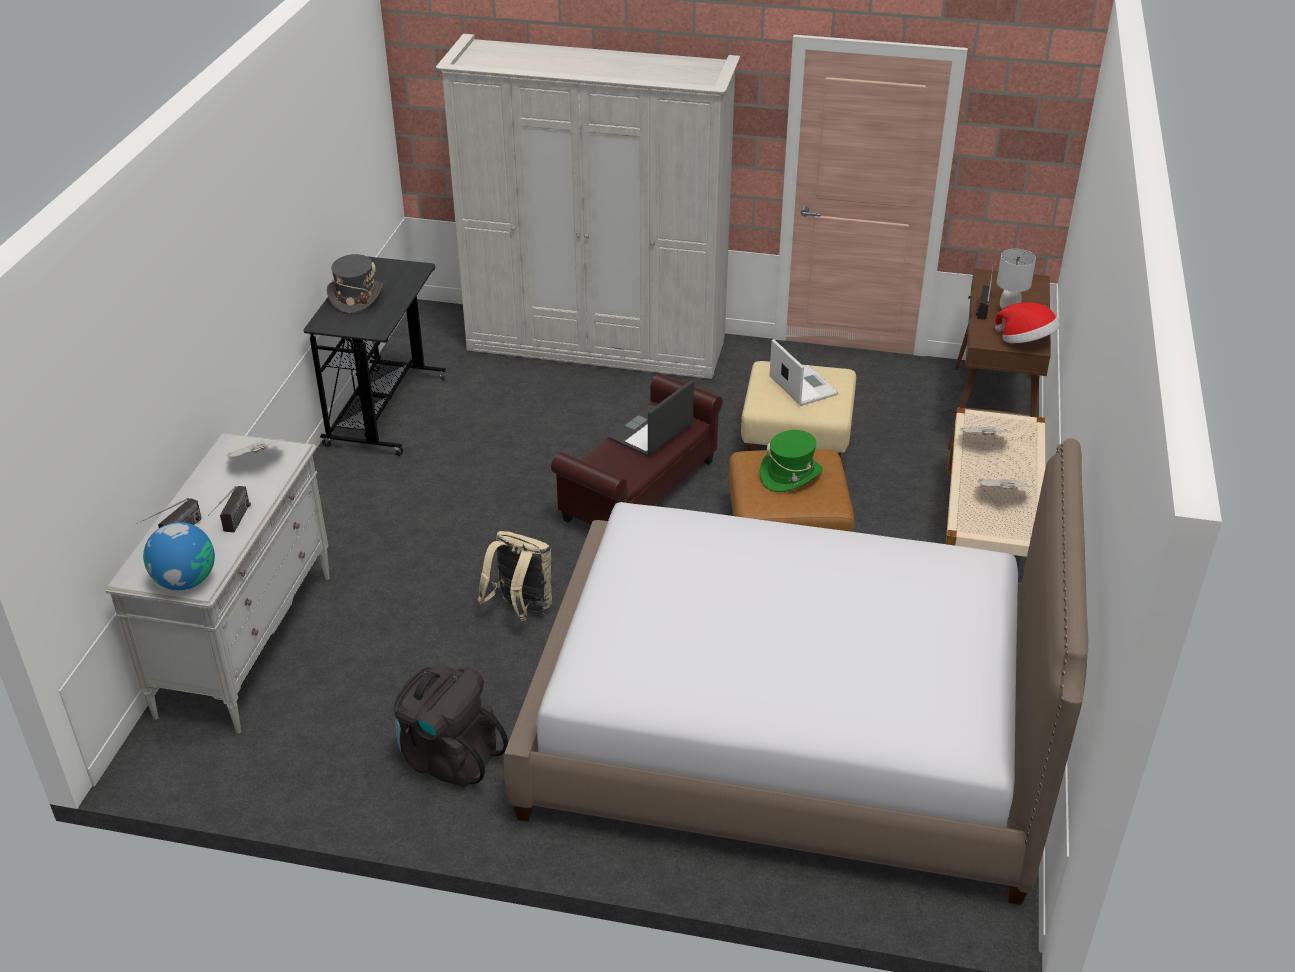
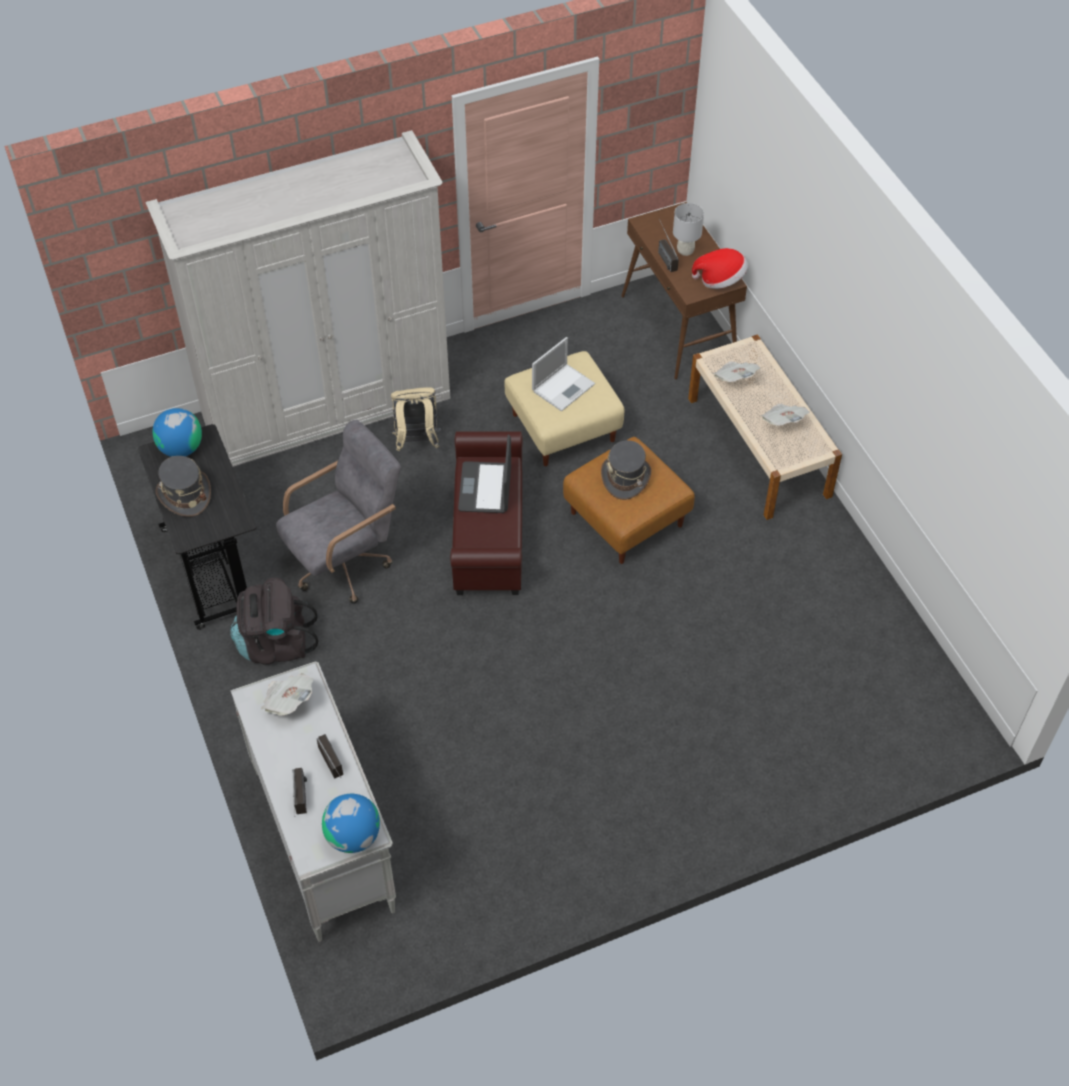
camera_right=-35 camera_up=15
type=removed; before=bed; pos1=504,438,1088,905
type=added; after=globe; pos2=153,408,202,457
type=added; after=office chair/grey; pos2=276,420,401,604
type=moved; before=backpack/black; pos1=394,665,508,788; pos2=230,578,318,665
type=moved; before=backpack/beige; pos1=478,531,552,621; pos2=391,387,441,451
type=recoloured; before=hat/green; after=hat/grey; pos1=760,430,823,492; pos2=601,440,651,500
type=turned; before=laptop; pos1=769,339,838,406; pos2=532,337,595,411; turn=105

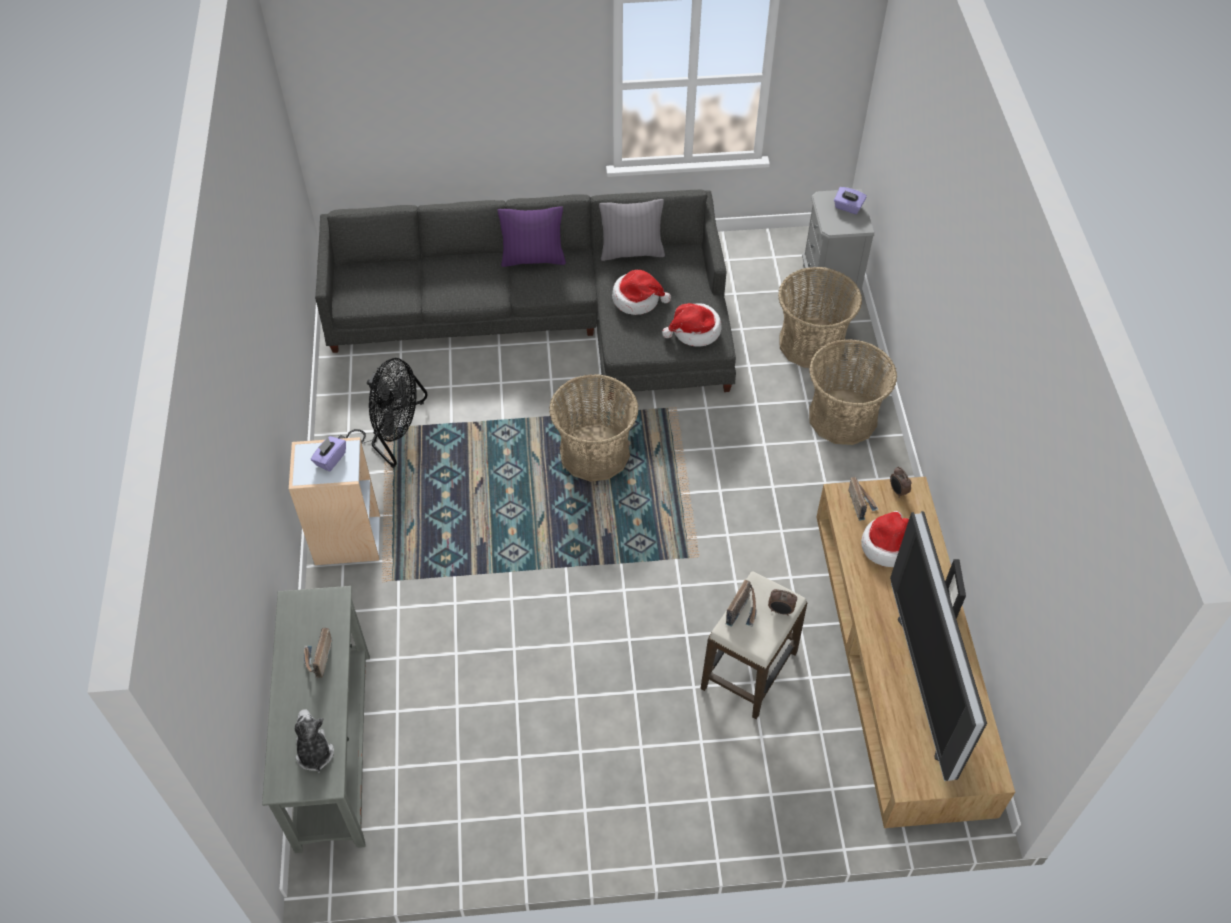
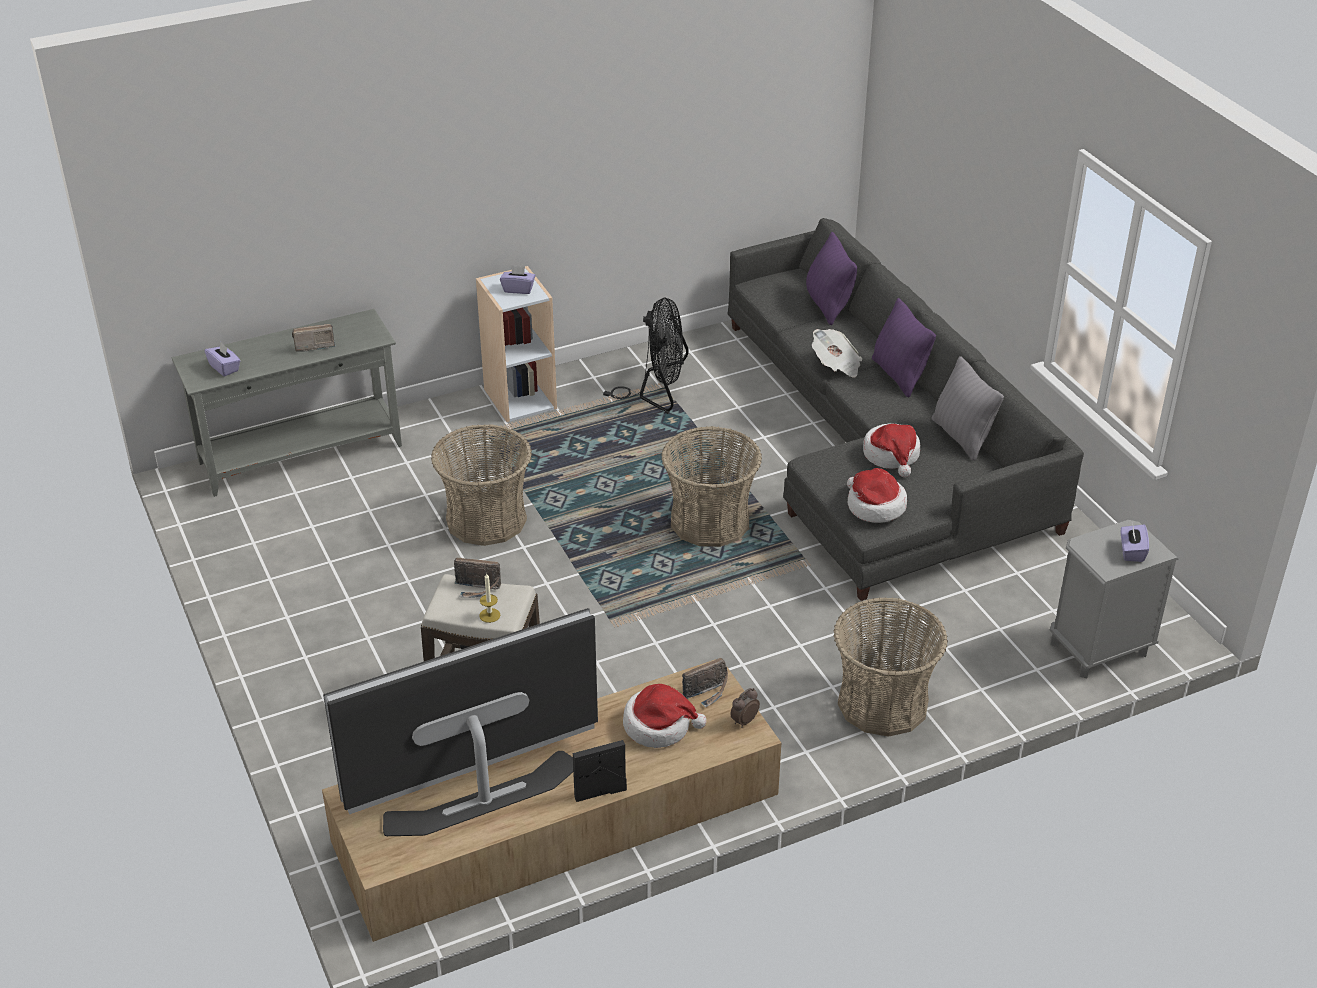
camera_right=70 camera_up=-15
type=added; after=pillow/purple; pos2=806,232,857,325
type=added; after=newspaper; pos2=812,329,862,378
type=moved; before=basket; pos1=778,267,862,368; pos2=431,424,532,546
type=replaced; before=plush toy; after=tissue box/purple; pos1=295,709,334,773; pos2=205,342,241,377
type=replaced; before=alarm clock; after=candle; pos1=768,589,797,616; pos2=479,573,500,623
type=turned; before=fan/black; pos1=338,358,427,468; pos2=603,297,689,414; turn=-75

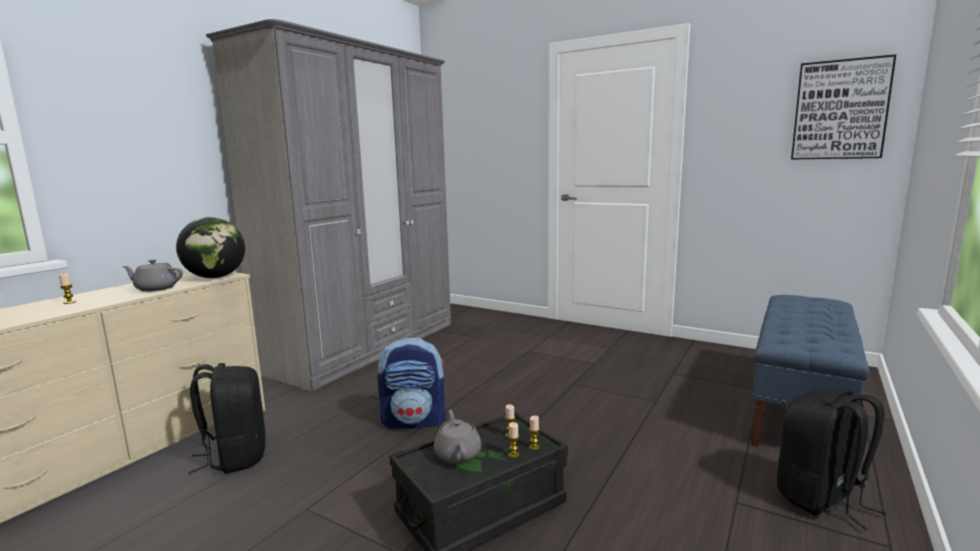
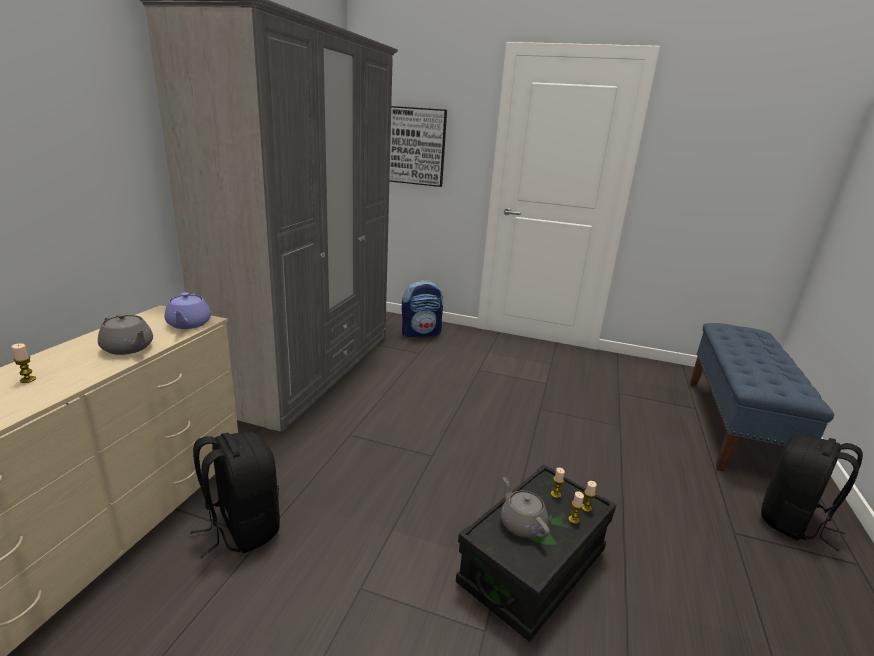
camera_right=-15 camera_up=10
type=moved; before=backpack; pos1=377,338,446,429; pos2=402,280,443,337
type=moved; before=picture; pos1=791,54,896,159; pos2=389,106,447,187
type=replaced; before=globe; after=teapot/purple; pos1=176,217,245,278; pos2=164,292,211,329
type=turned; before=teapot/grey; pos1=122,259,183,292; pos2=98,313,153,355; turn=-135

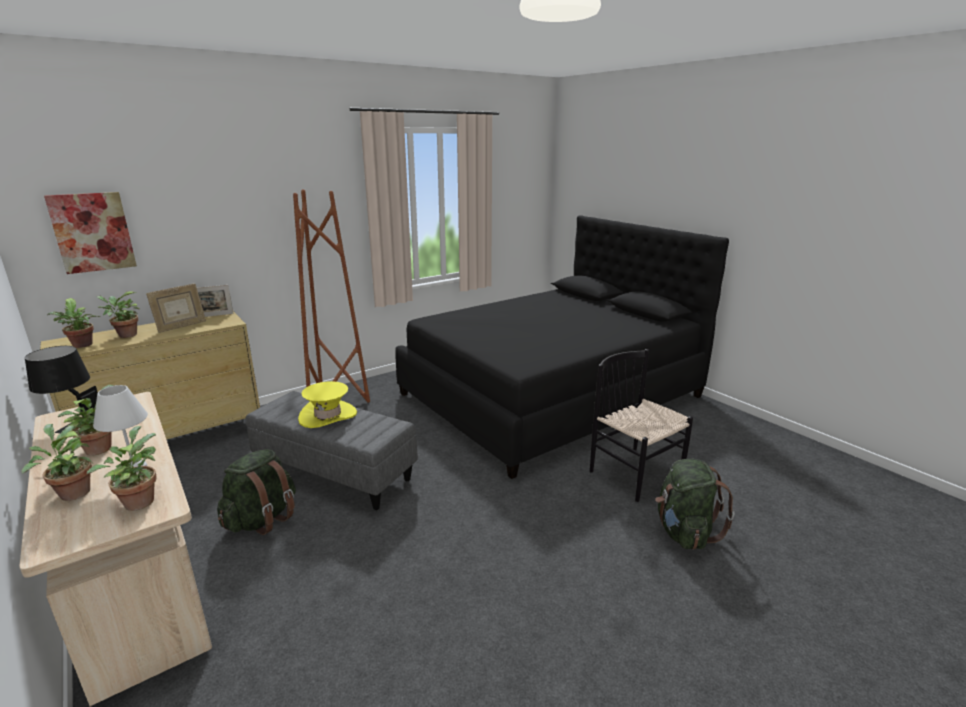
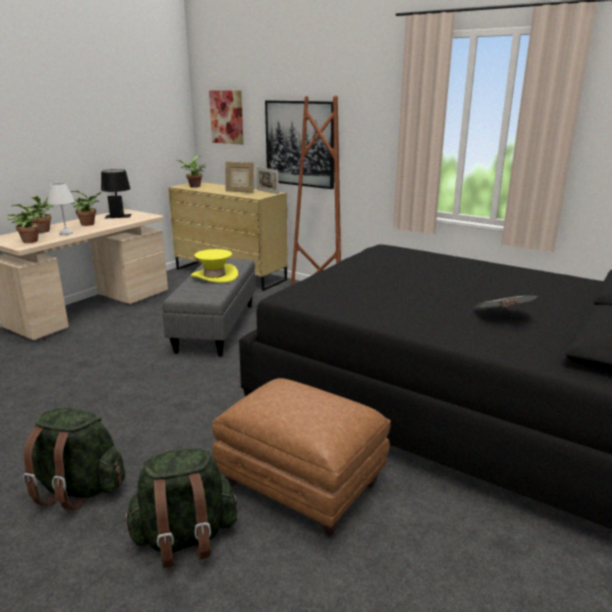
camera_right=70 camera_up=0
type=removed; before=potted plant; pos1=97,292,140,338
type=added; after=picture; pos2=265,100,334,189
type=added; after=newspaper; pos2=474,295,538,308
type=moved; before=backpack/green; pos1=217,449,296,535; pos2=23,408,125,510
type=replaced; before=chair/black; after=ottoman/brown; pos1=590,349,693,502; pos2=212,378,391,536

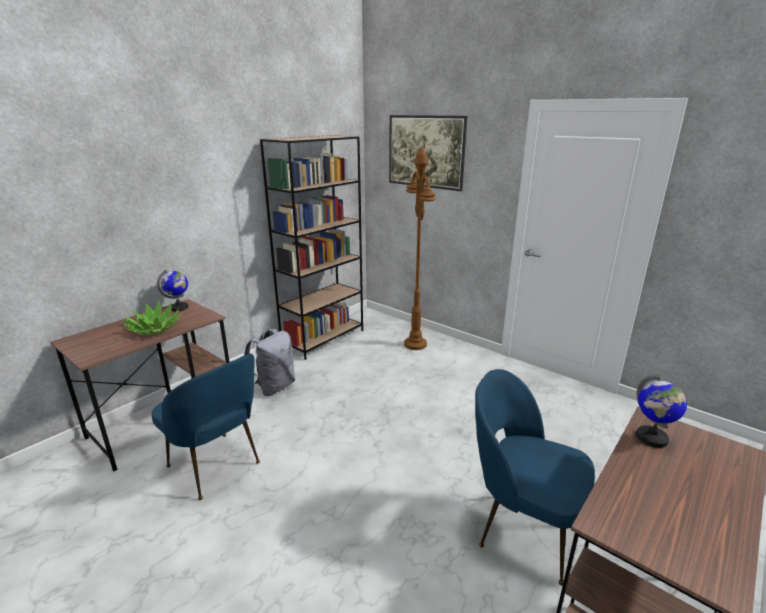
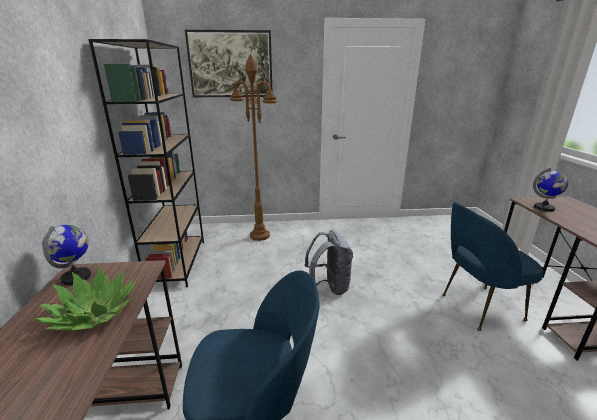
camera_right=-45 camera_up=0
type=moved; before=backpack/grey; pos1=244,329,295,396; pos2=305,230,353,295

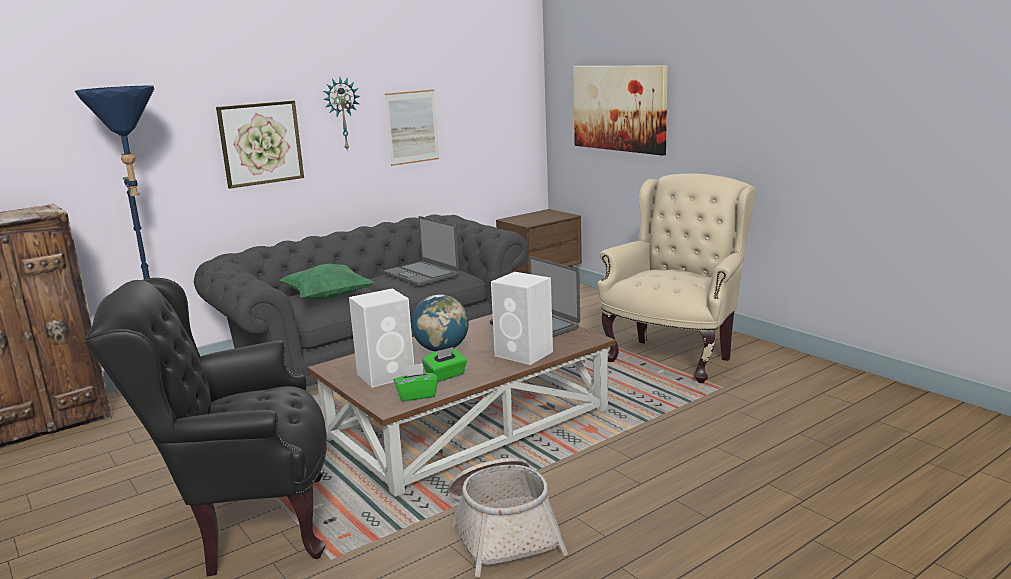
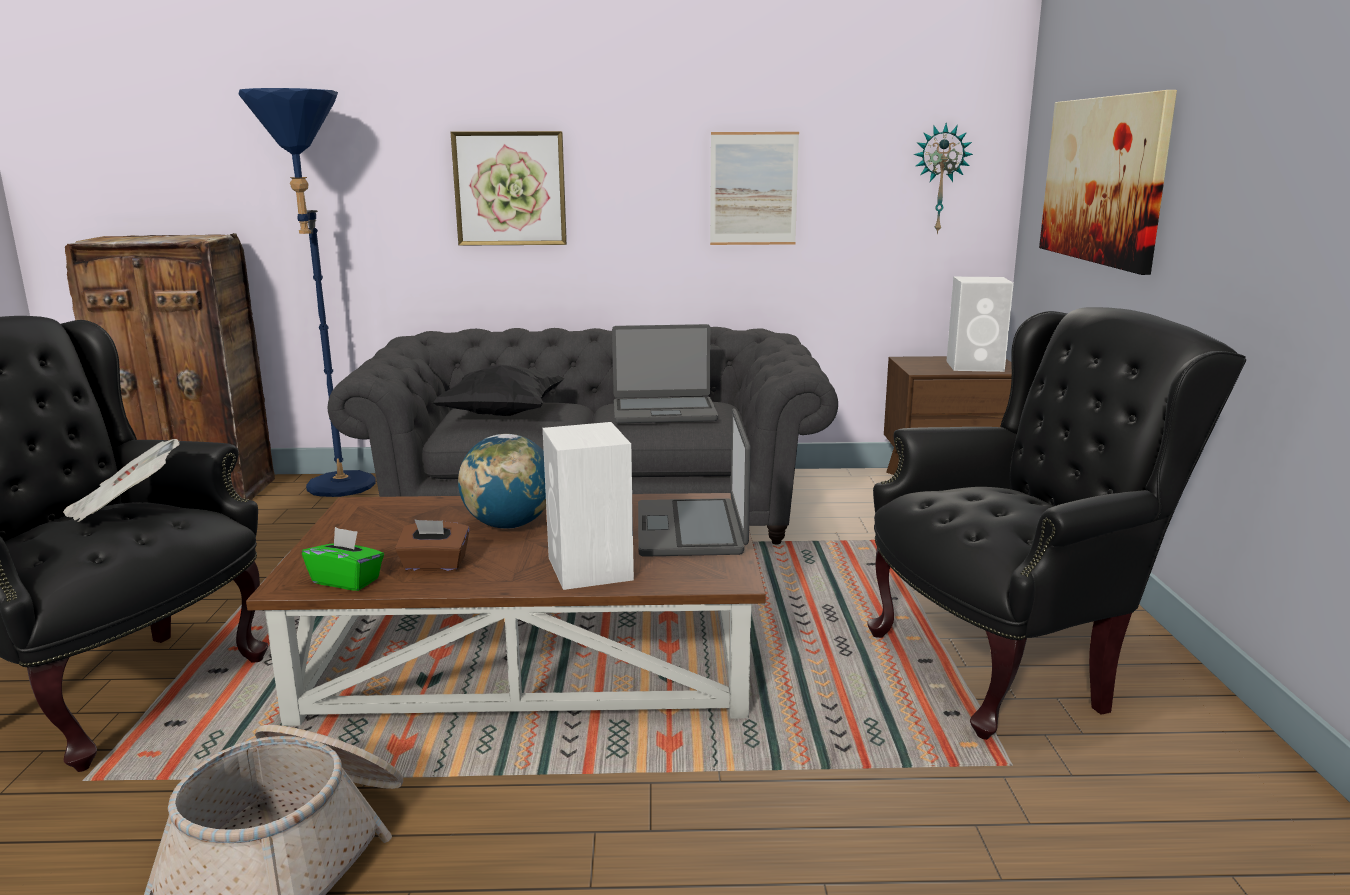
camera_right=35 camera_up=0
type=added; after=newspaper; pos2=63,439,179,522
type=moved; before=wall clock; pos1=323,78,360,151; pos2=914,123,973,234
type=moved; before=speaker/white; pos1=349,288,414,388; pos2=946,277,1014,372
type=recoloured; before=pillow/green; after=pillow/black; pos1=280,264,374,300; pos2=432,365,564,416
type=recoloured; before=tissue box/green; after=tissue box/brown; pos1=422,347,467,382; pos2=395,519,470,571
type=recoloured; before=armchair/beige; after=armchair/black; pos1=597,174,757,383; pos2=867,307,1246,740
type=turned; before=laptop; pos1=384,216,459,286; pos2=612,324,718,423; turn=-90

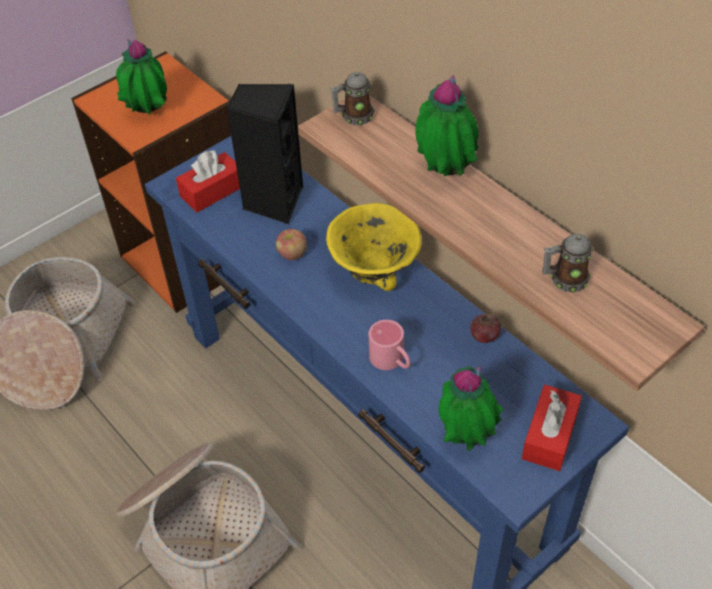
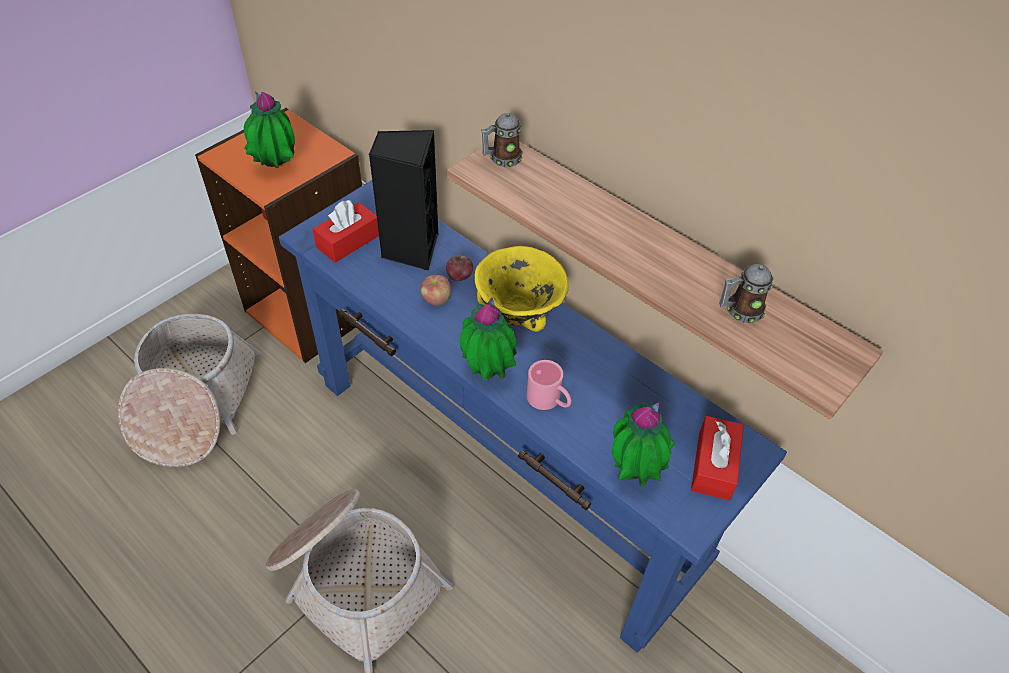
camera_right=-10 camera_up=0
type=moved; before=potted plant; pos1=415,75,478,176; pos2=460,298,517,381
type=moved; before=apple; pos1=470,314,501,343; pos2=446,255,473,281

